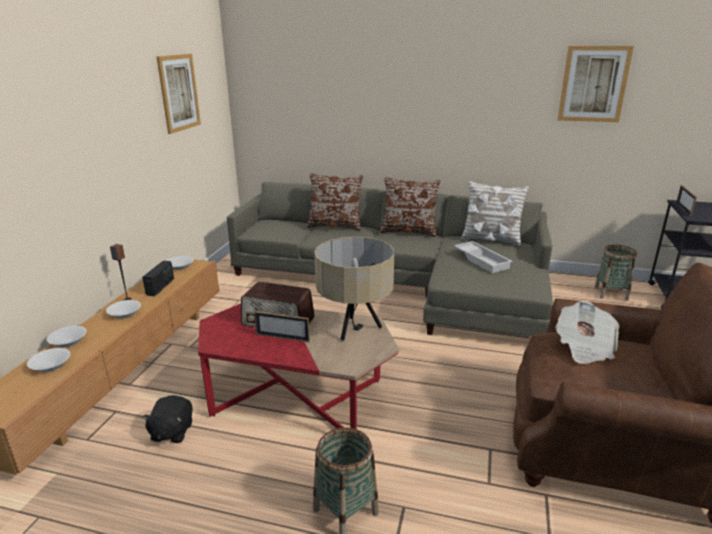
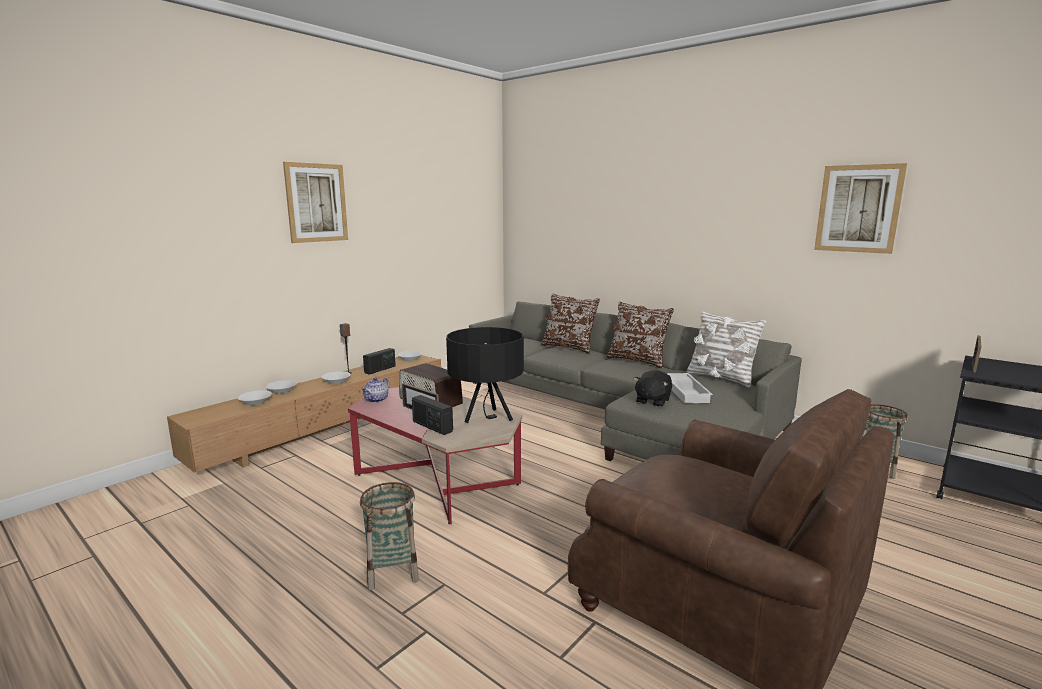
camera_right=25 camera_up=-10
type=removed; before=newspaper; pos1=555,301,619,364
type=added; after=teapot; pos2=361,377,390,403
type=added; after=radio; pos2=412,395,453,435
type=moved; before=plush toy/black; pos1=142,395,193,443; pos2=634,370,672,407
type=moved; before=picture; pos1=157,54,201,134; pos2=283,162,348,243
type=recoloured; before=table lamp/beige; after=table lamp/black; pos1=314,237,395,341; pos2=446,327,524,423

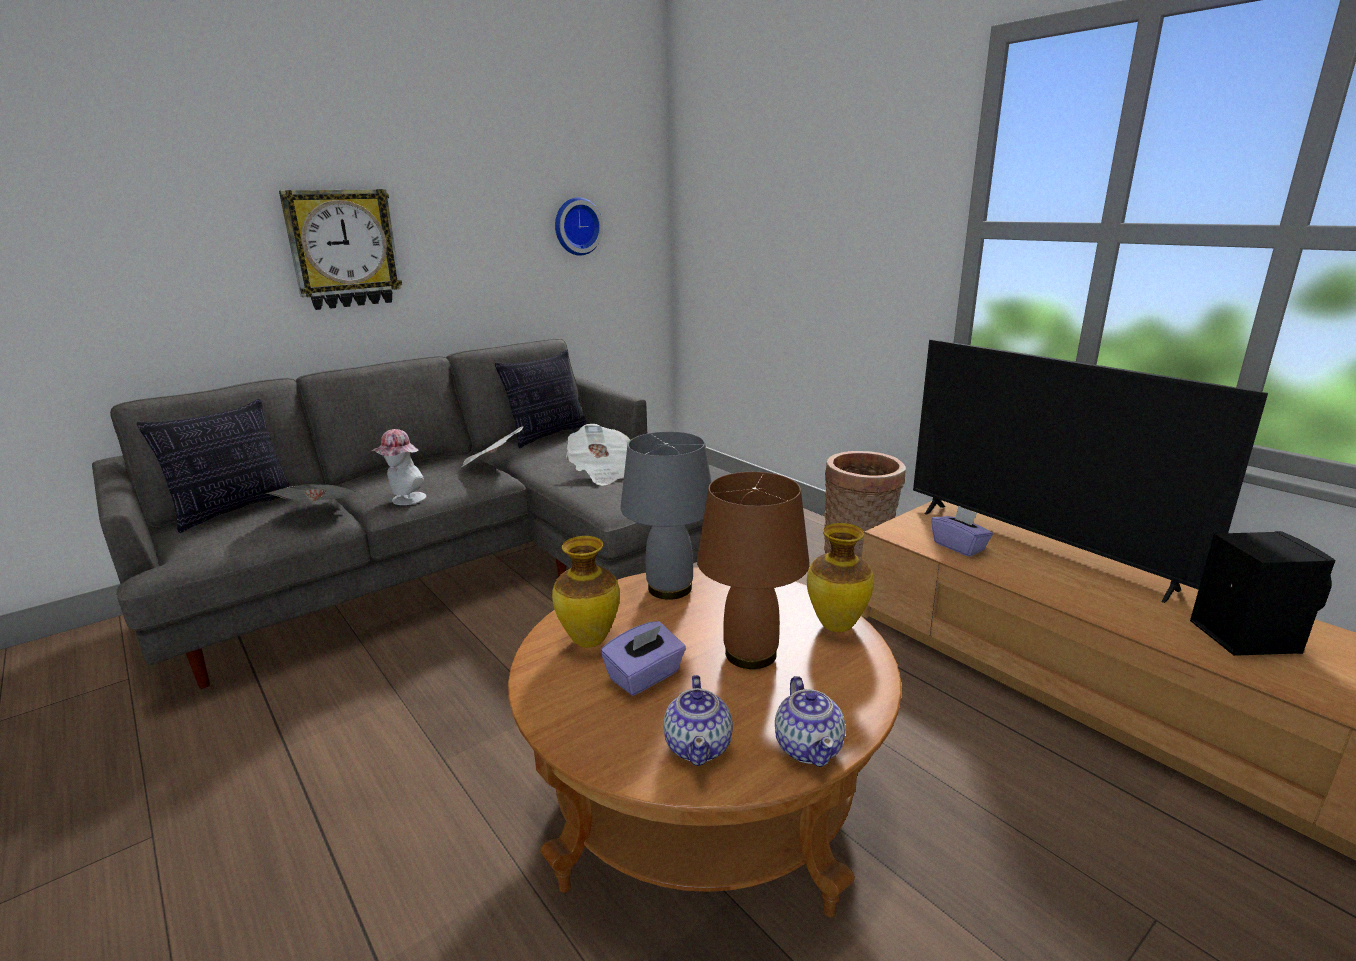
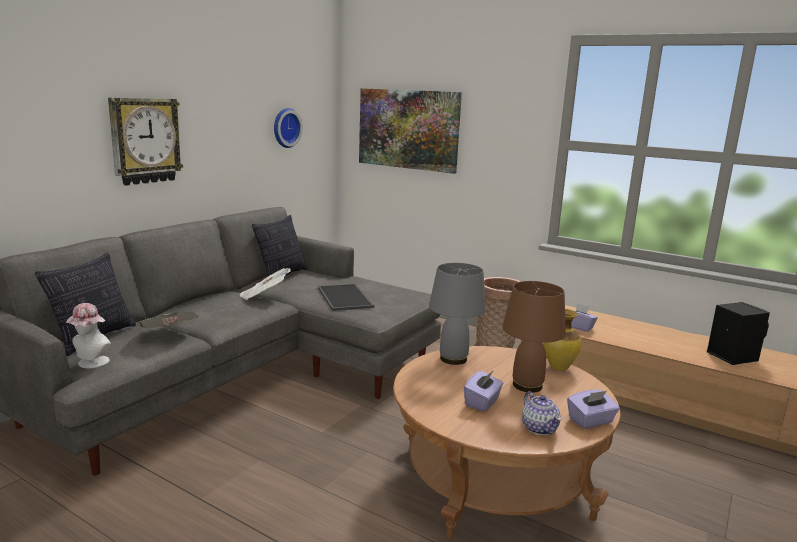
camera_right=-20 camera_up=-5
type=removed; before=vase; pos1=552,536,620,648
type=removed; before=television; pos1=913,340,1268,603
type=added; after=picture; pos2=359,88,462,174
type=moved; before=hat; pos1=372,429,426,505; pos2=66,303,111,368
type=replaced; before=newspaper; after=tray; pos1=566,424,630,486; pos2=318,284,374,311
type=replaced; before=teapot; after=tissue box/purple; pos1=775,676,846,767; pos2=567,390,620,429

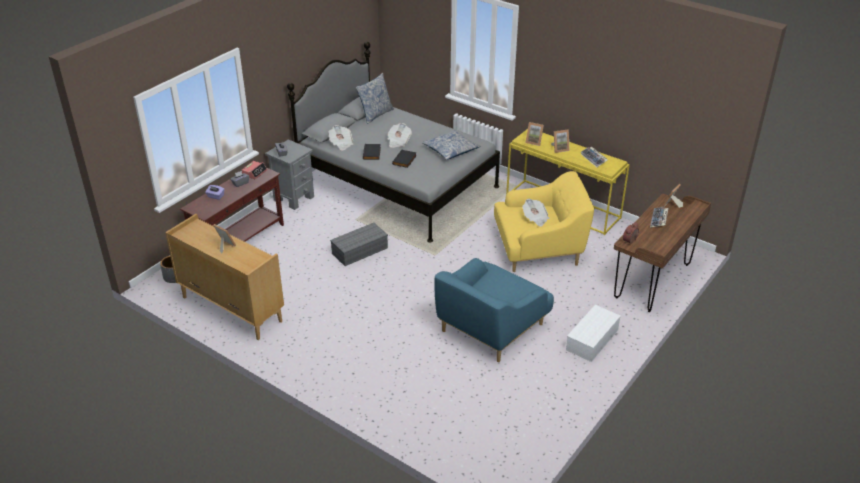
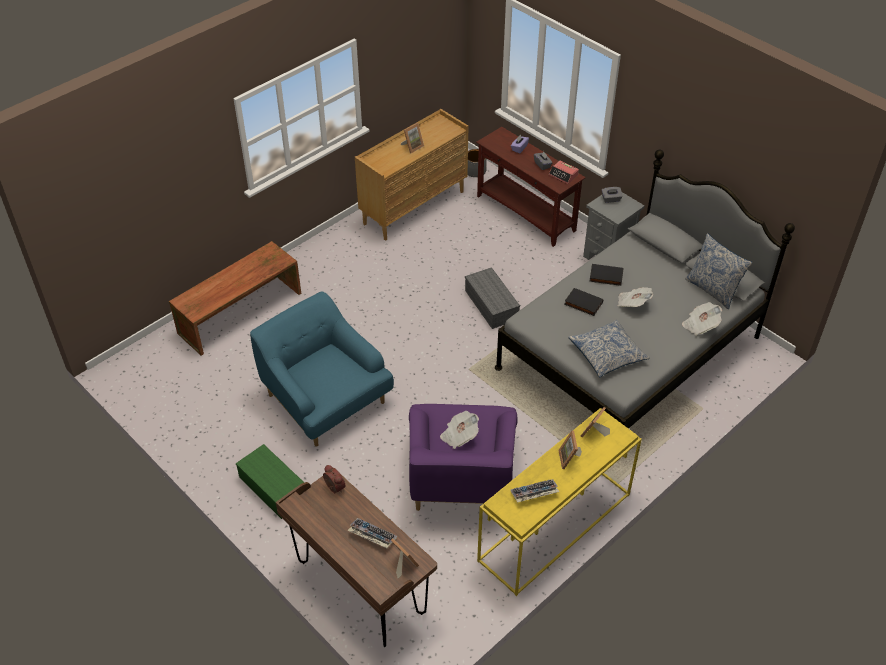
camera_right=100 camera_up=10
type=added; after=bench/brown; pos2=169,241,301,356
type=moved; before=newspaper; pos1=329,125,353,151; pos2=682,302,722,336
type=recoloured; before=armchair/yellow; after=armchair/purple; pos1=494,171,594,272; pos2=409,404,518,511
type=recoloured; before=storage box/white; after=storage box/green; pos1=566,305,621,362; pos2=236,444,304,519

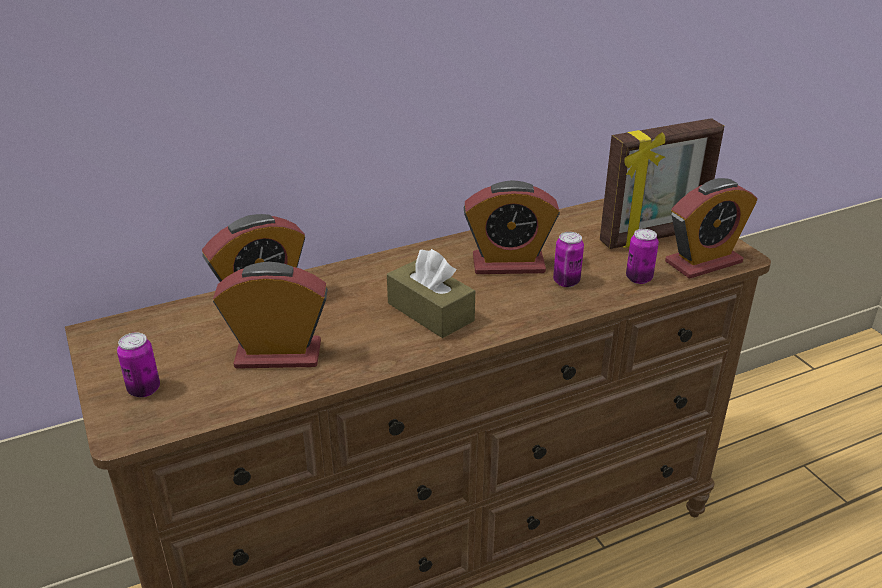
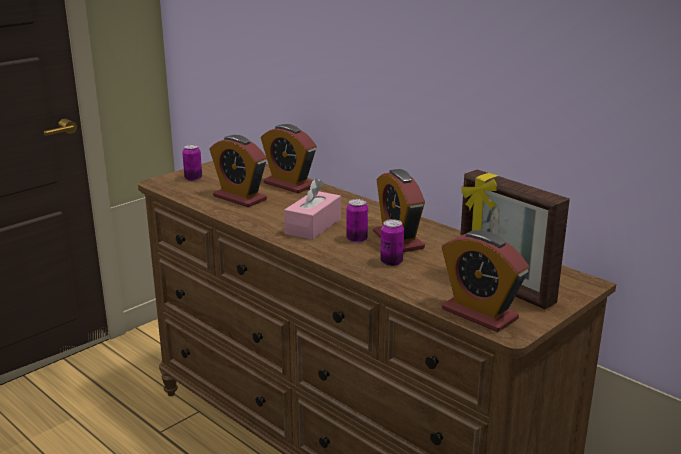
camera_right=70 camera_up=-10
type=moved; before=can; pos1=626,229,659,284; pos2=346,199,368,243
type=recoloured; before=tissue box/brown; after=tissue box/pink; pos1=387,249,475,338; pos2=284,178,341,240
type=turned; before=alarm clock; pos1=213,262,328,369; pos2=210,135,267,207; turn=150

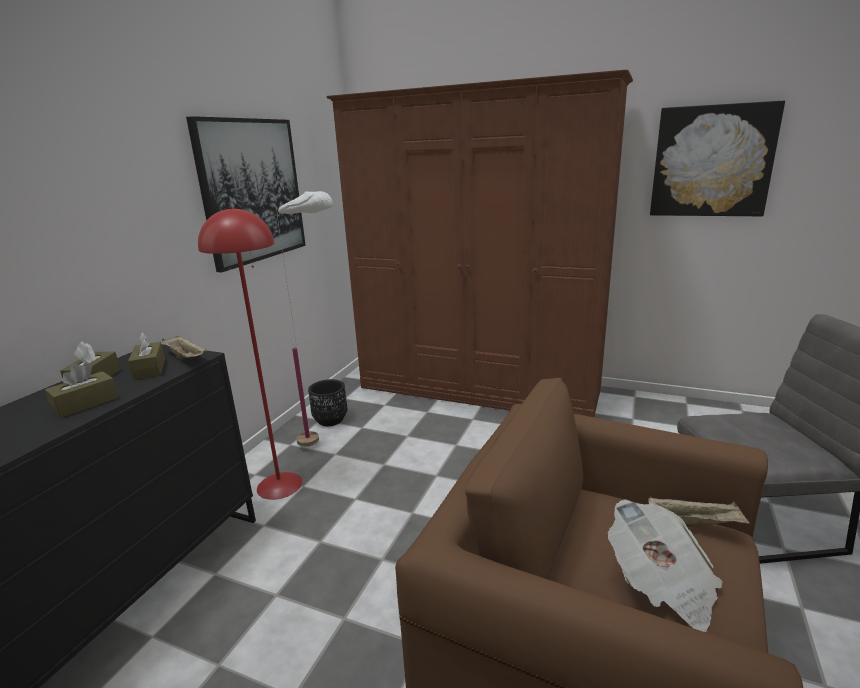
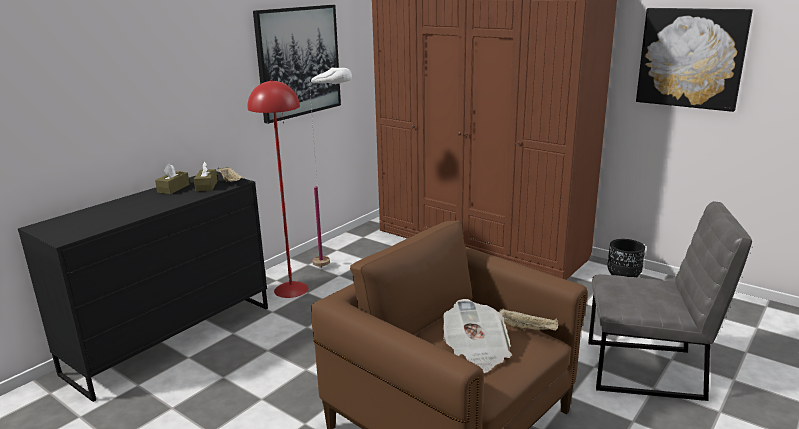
camera_right=15 camera_up=0
type=removed; before=tissue box/brown; pos1=45,363,118,418
type=moved; before=planter/black; pos1=308,379,347,426; pos2=607,239,645,277

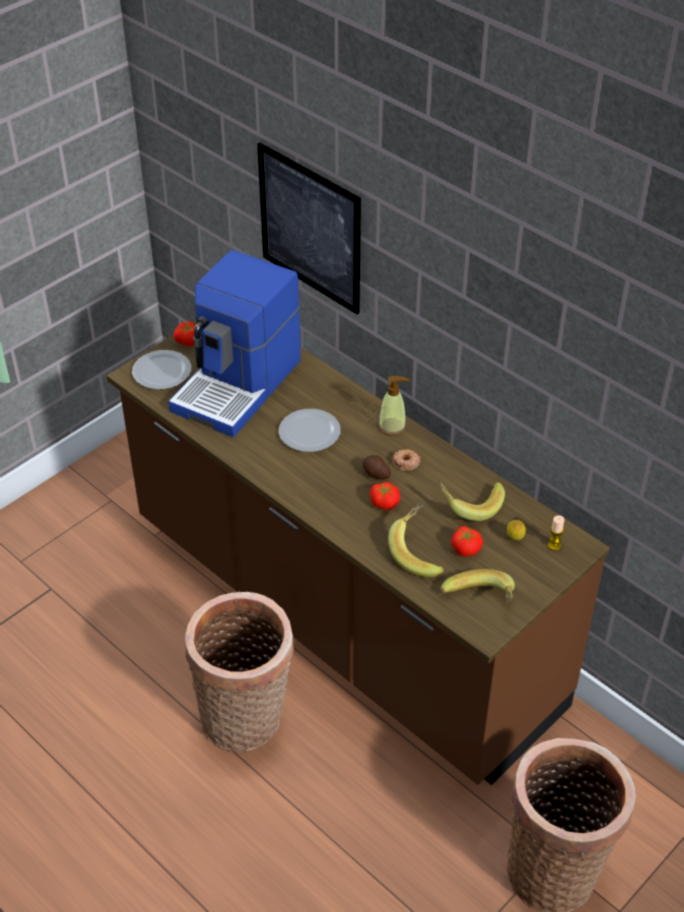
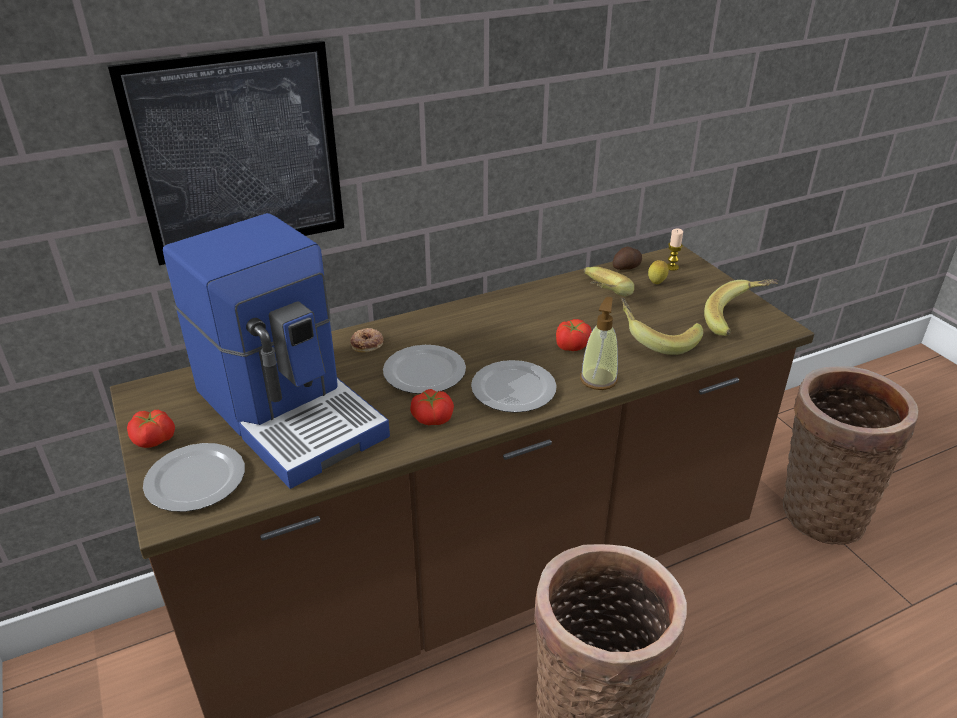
camera_right=-70 camera_up=-10
type=added; after=plate; pos2=471,360,557,413
type=moved; before=potato; pos1=363,455,391,480; pos2=613,247,642,270
type=moved; before=soap dispenser; pos1=378,376,409,436; pos2=580,297,618,390
type=moved; before=donut; pos1=392,449,420,471; pos2=350,328,383,352
type=moved; before=tomato; pos1=451,526,483,557; pos2=410,389,454,425

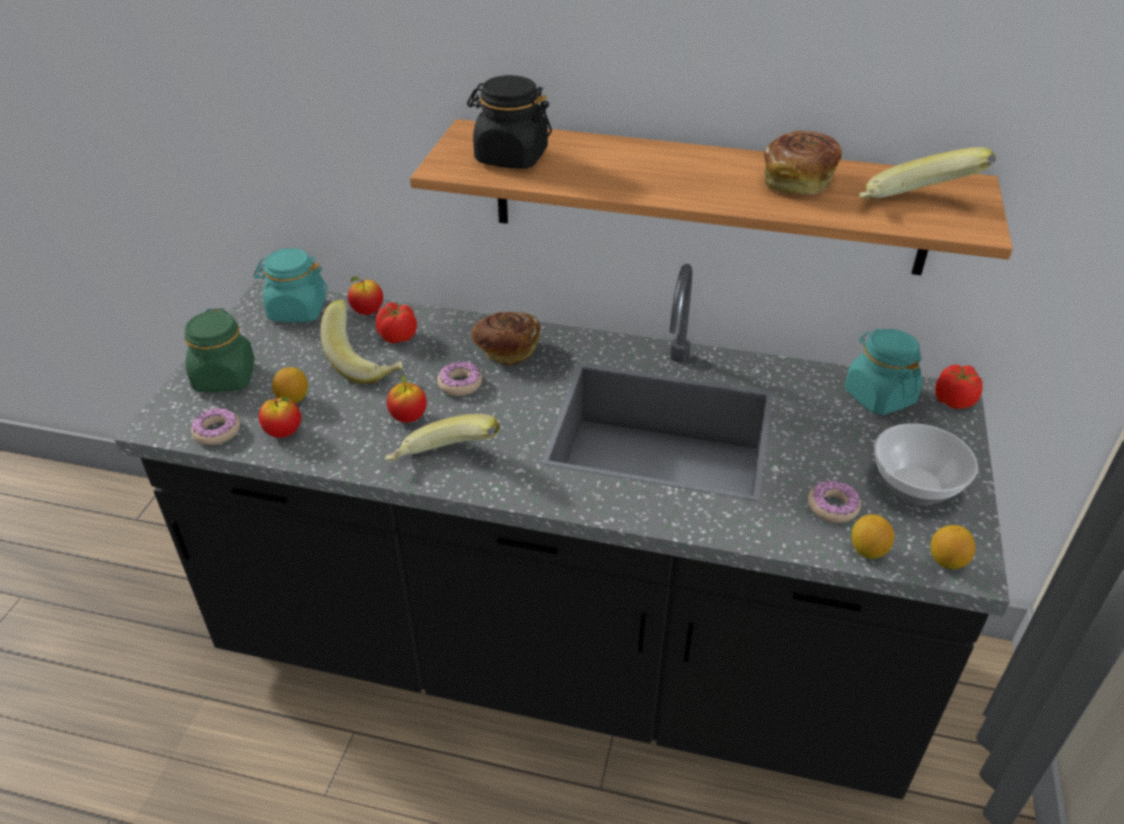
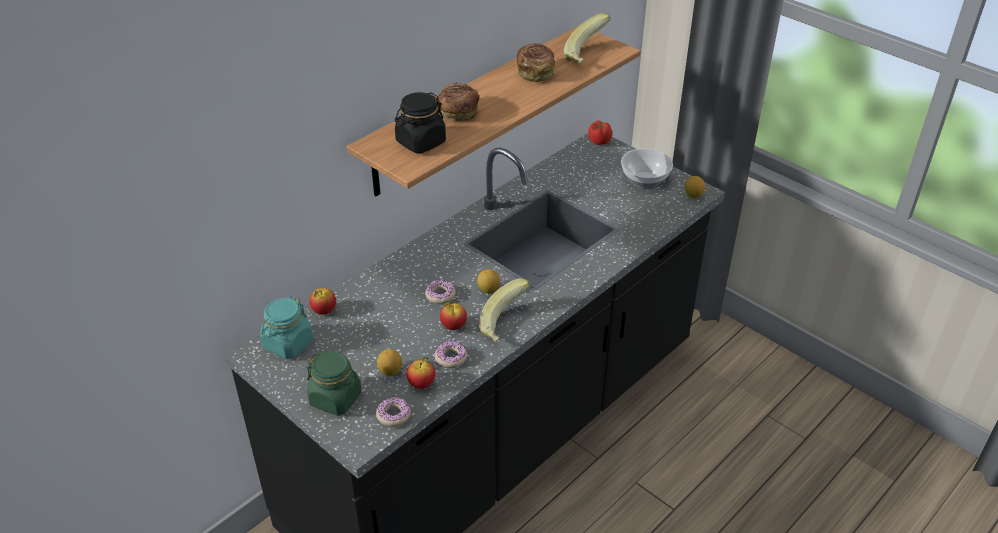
camera_right=-60 camera_up=0
type=removed; before=banana; pos1=321,300,403,384
type=removed; before=tomato; pos1=376,302,417,344
type=removed; before=jar/turquoise; pos1=845,328,922,415
type=moved; before=bread; pos1=471,312,540,366; pos2=438,82,479,121
type=moved; before=donut; pos1=808,480,861,523; pos2=434,341,467,368
type=moved; before=lemon; pos1=851,514,894,559; pos2=477,269,500,294

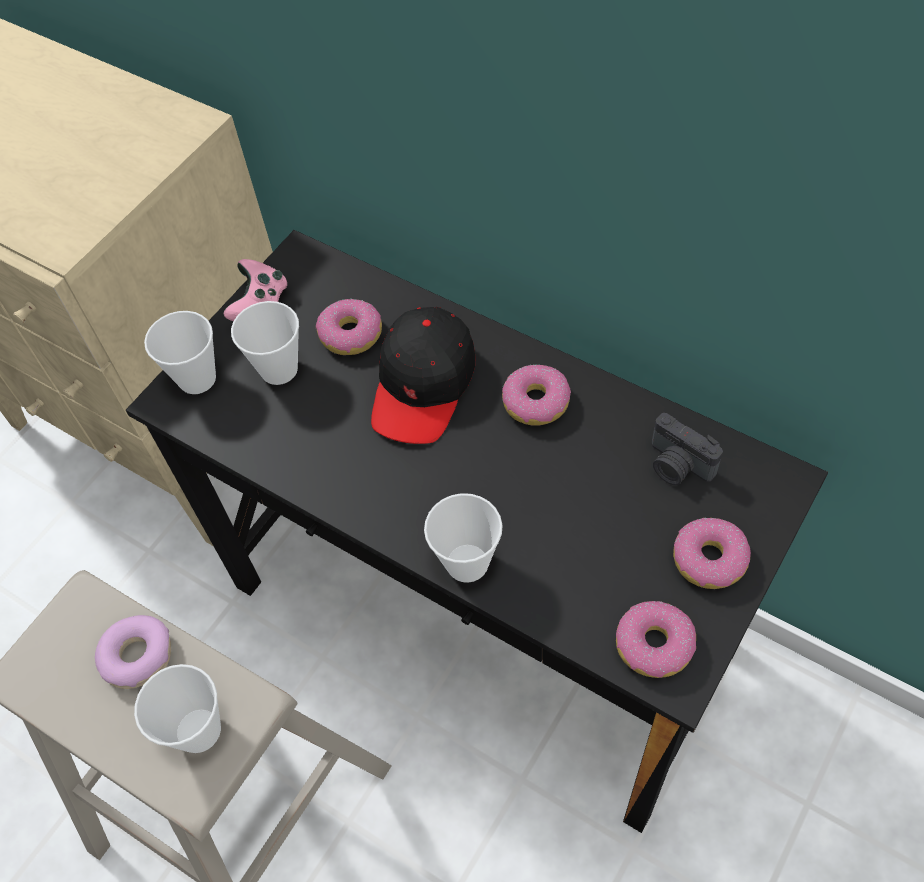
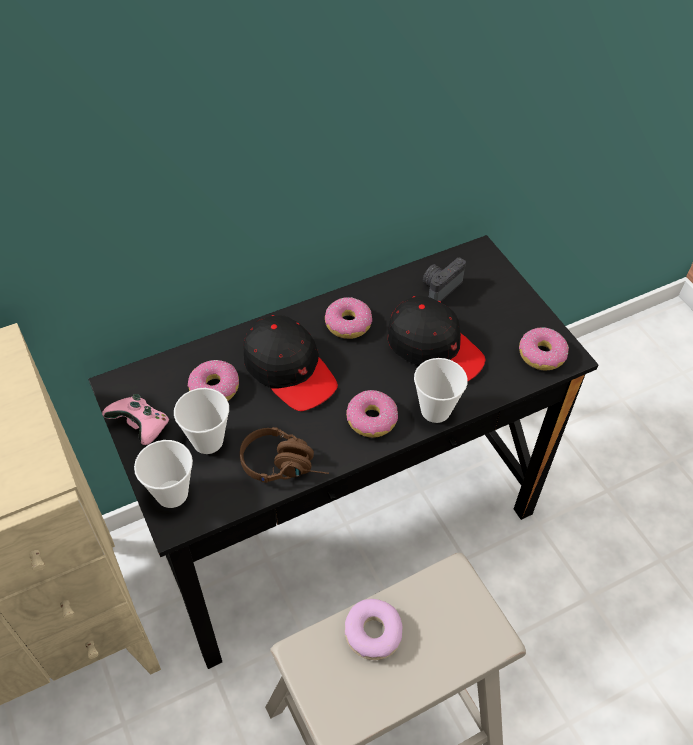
camera_right=-65 camera_up=-5
type=removed; before=cup; pos1=134,664,221,753
type=added; after=headphones/brown; pos2=240,427,329,483
type=added; after=cap/black; pos2=388,296,485,381
type=moved; before=donut; pos1=673,518,751,589; pos2=346,390,398,438
type=turned; before=photo camera; pos1=652,413,723,485; pos2=423,258,466,302; turn=150

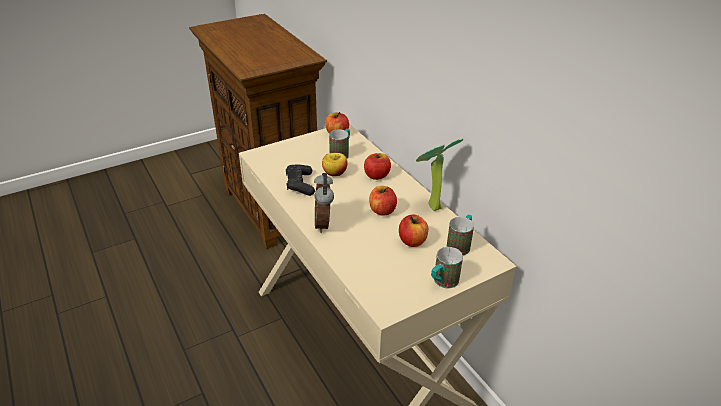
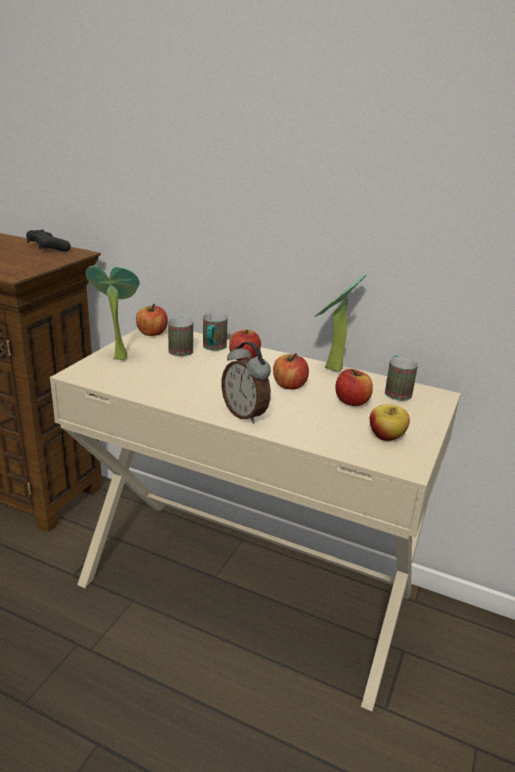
camera_right=-35 camera_up=-10
type=added; after=potted plant; pos2=85,265,140,360
type=moved; before=game controller/black; pos1=286,164,315,196; pos2=26,230,71,252
type=moved; before=apple; pos1=322,153,348,176; pos2=370,404,410,441
type=moved; before=mug; pos1=431,247,463,288; pos2=203,313,227,351

